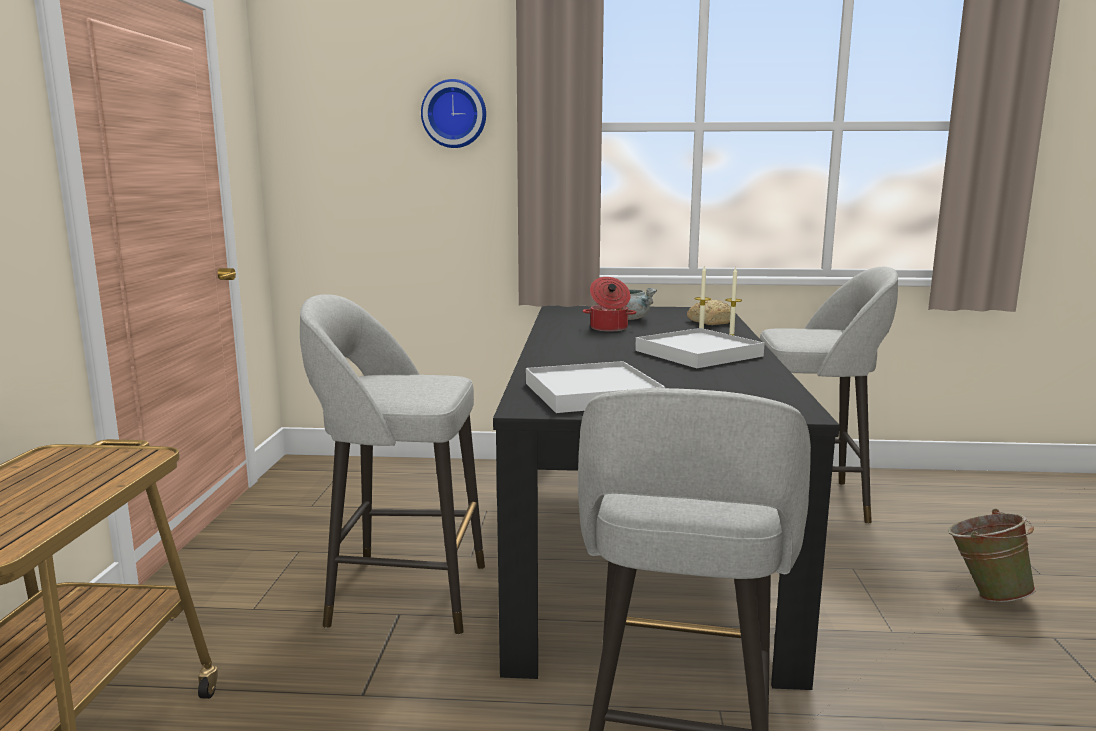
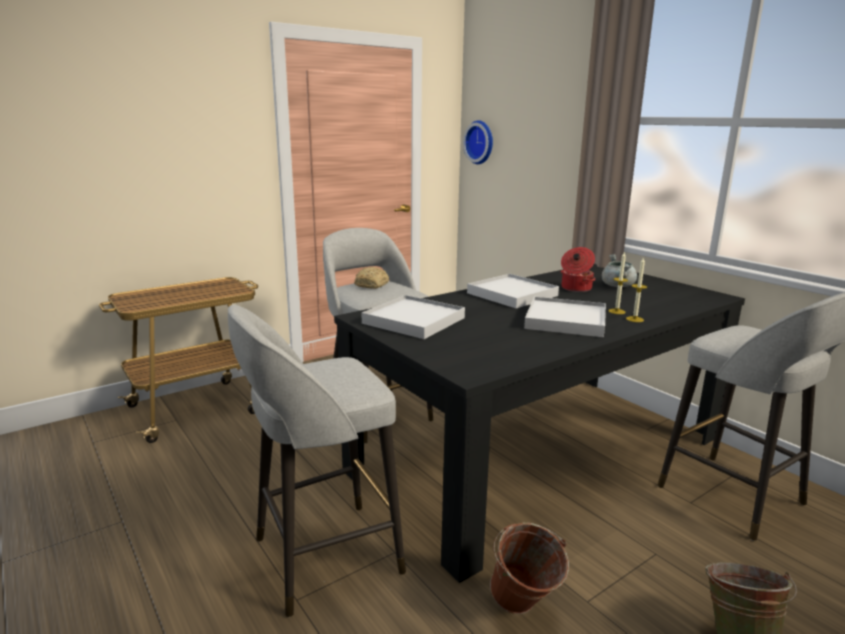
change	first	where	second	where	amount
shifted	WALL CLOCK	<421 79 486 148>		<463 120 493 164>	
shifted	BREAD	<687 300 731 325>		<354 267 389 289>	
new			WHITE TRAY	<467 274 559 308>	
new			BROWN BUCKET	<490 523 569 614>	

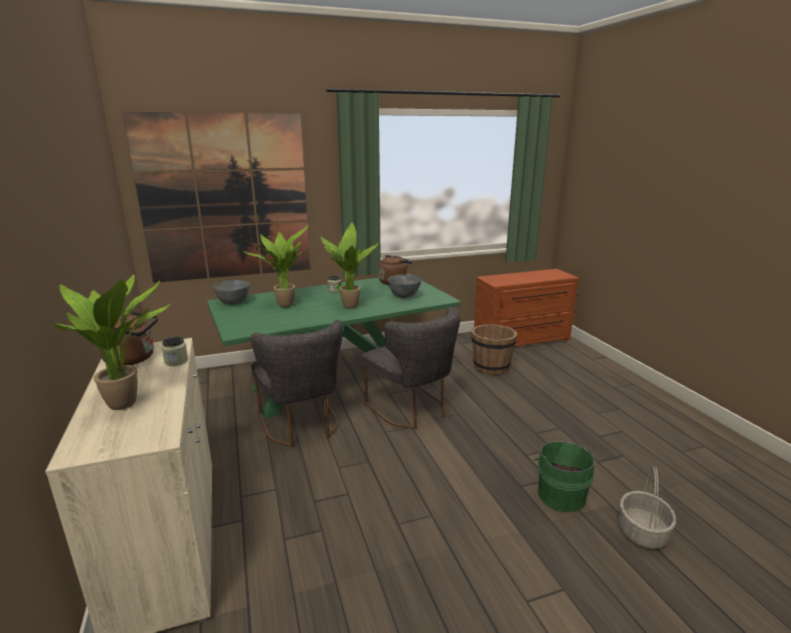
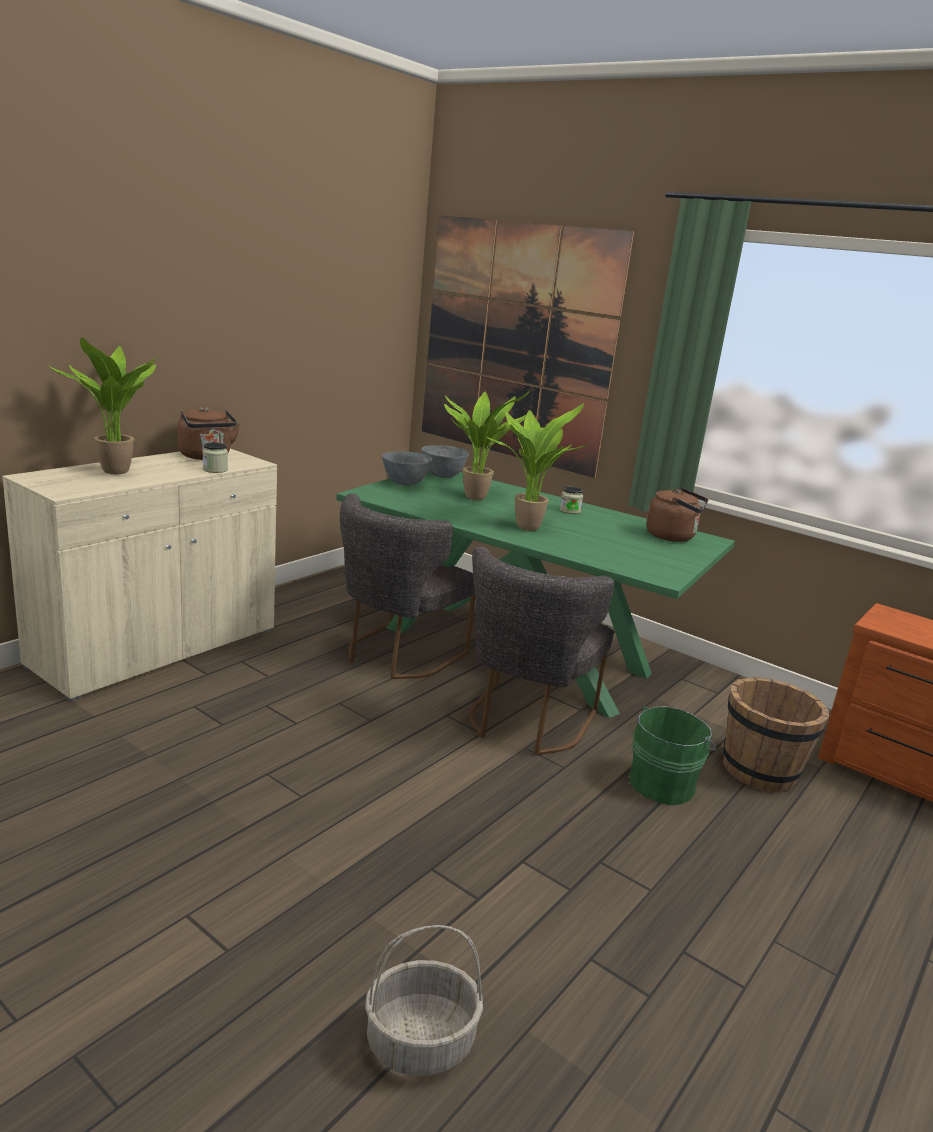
change	first	where	second	where	amount
shifted	GREY BOWL	<388 274 421 298>		<382 451 432 485>	
shifted	GREEN BUCKET	<534 441 594 512>		<629 706 717 805>	

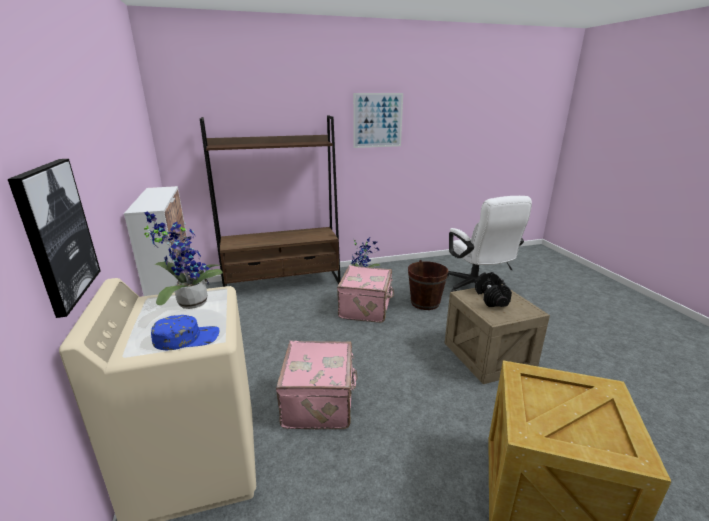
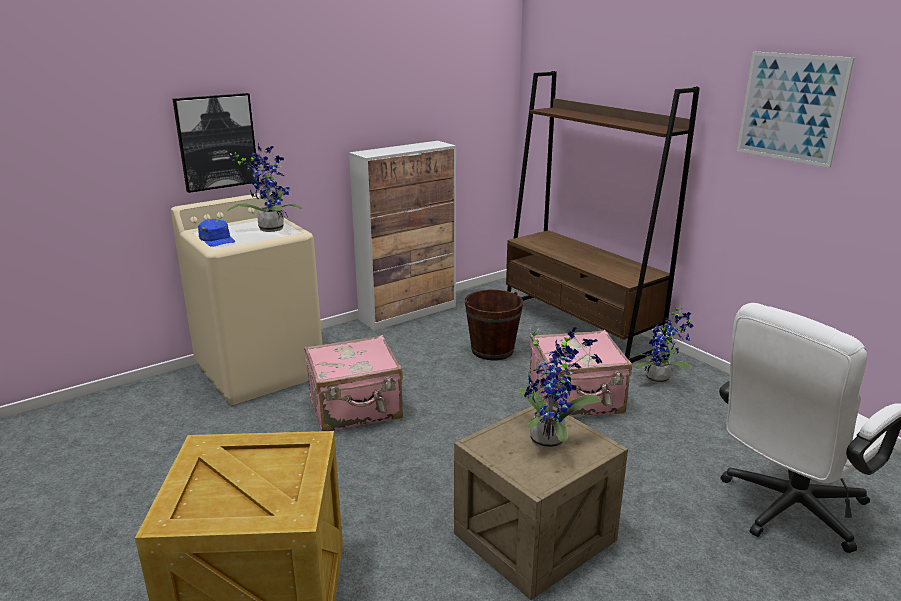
change	first	where	second	where	amount
shifted	BROWN BUCKET	<408 260 449 310>		<465 290 523 360>	
swapped	BLACK DUMBBELL	<475 272 512 307>	POTTED PLANT	<515 327 602 449>	

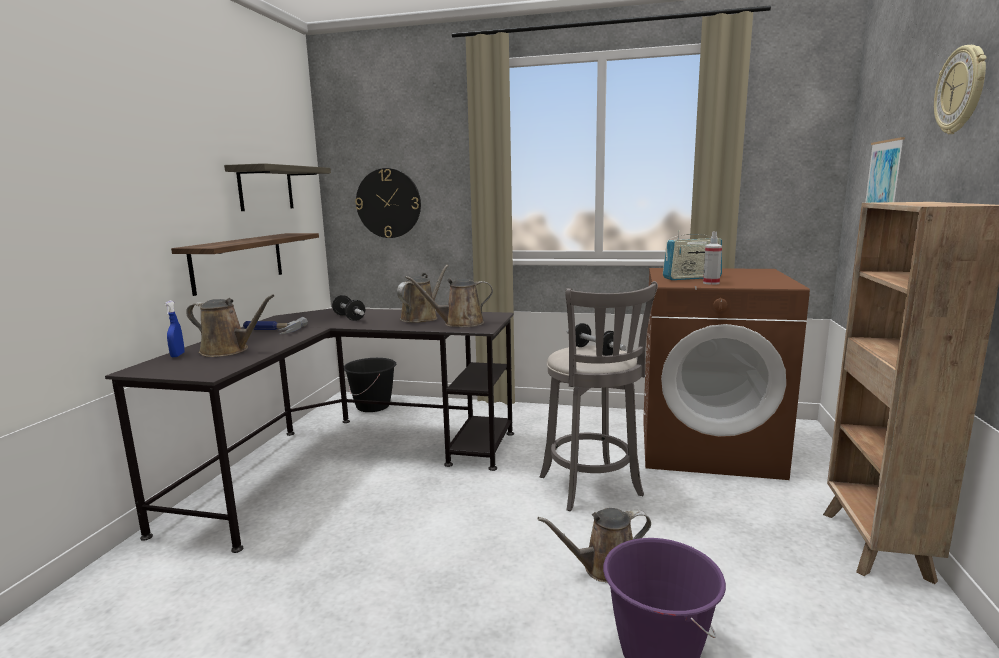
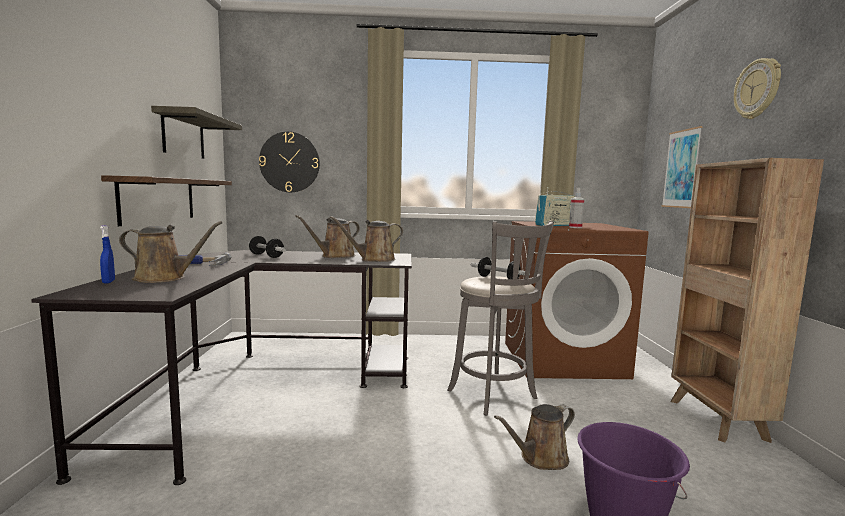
change	first	where	second	where	amount
rotated	BROWN WATERING CAN	<397 265 449 323>		<295 215 360 258>	150 degrees counterclockwise
gone	BLACK BUCKET	<344 358 396 412>			

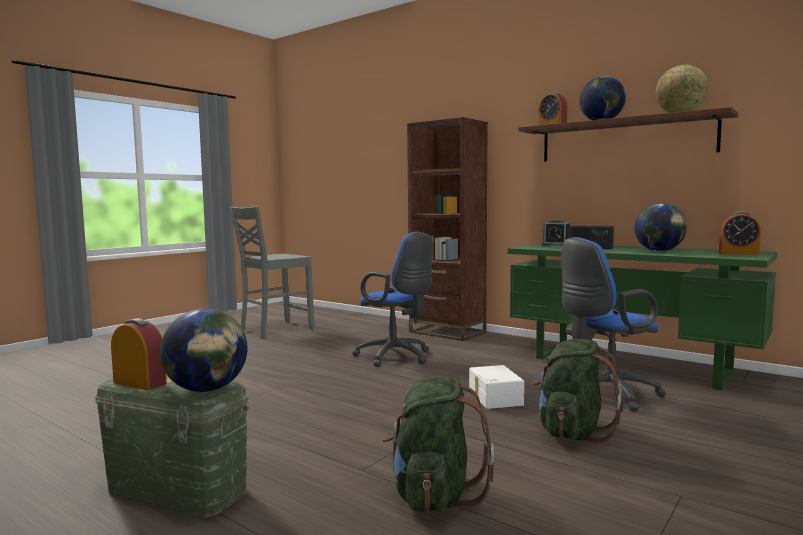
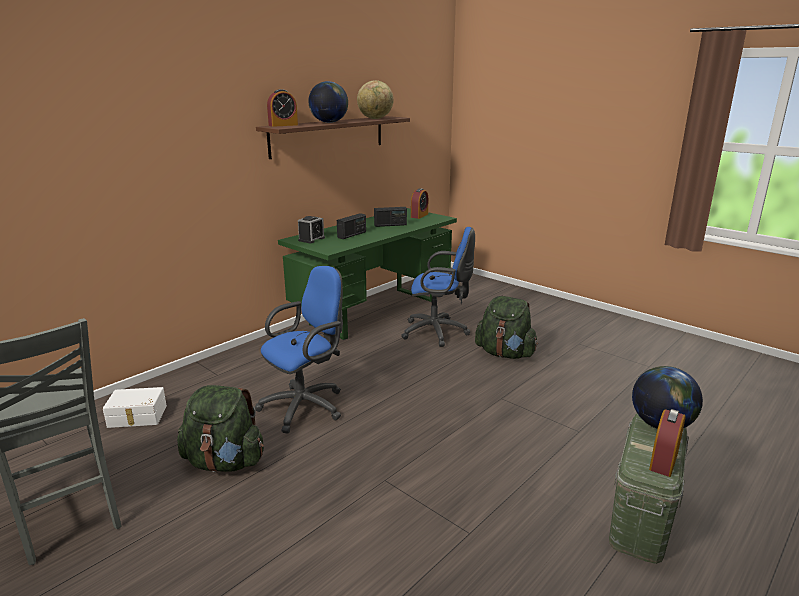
change	first	where	second	where	amount
gone	BROWN BOOKCASE	<407 117 488 341>			
swapped	GLOBE	<634 203 687 251>	RADIO	<374 207 407 227>	
rotated	BLUE OFFICE CHAIR	<561 237 666 411>		<401 227 475 347>	60 degrees counterclockwise
shifted	WHITE STORAGE BOX	<469 365 524 409>		<103 387 167 428>	
shifted	GREEN BACKPACK	<382 376 494 512>		<177 385 264 472>	

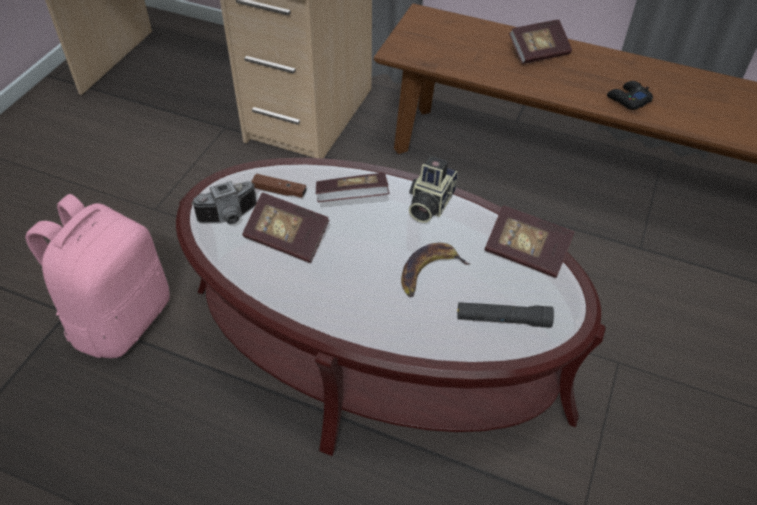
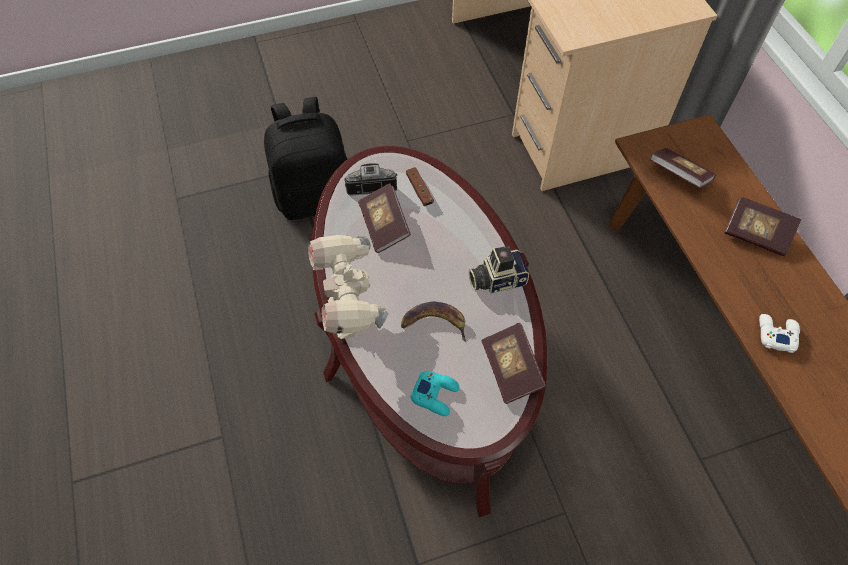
change	first	where	second	where	amount
repainted	BLACK GAME CONTROLLER	<607 81 653 110>	WHITE GAME CONTROLLER	<759 314 800 353>	
shifted	BOOK	<316 173 390 202>		<650 148 716 188>	
rotated	PHOTO CAMERA	<191 181 257 224>		<344 163 398 196>	150 degrees clockwise
repainted	PINK BACKPACK	<25 194 170 358>	BLACK BACKPACK	<264 97 347 220>	
swapped	BLACK FLASHLIGHT	<457 302 554 328>	TURQUOISE GAME CONTROLLER	<410 371 460 416>	
new			TOY ROBOT	<308 235 389 339>	

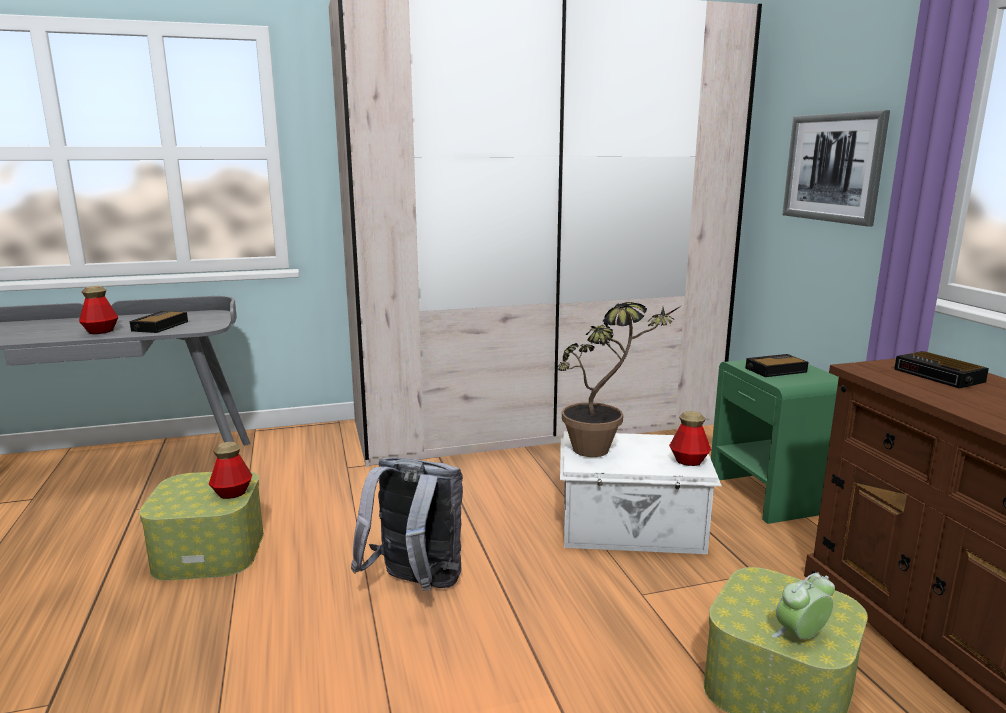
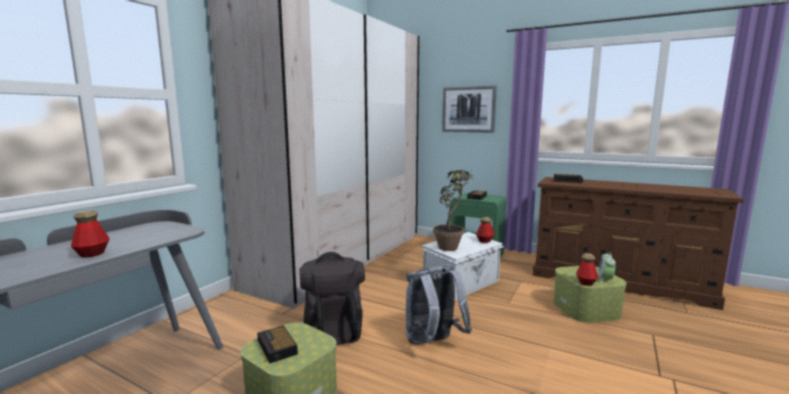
change	first	where	second	where	amount
shifted	ALARM CLOCK	<130 311 188 333>		<257 326 298 363>	
shifted	BOTTLE	<209 442 252 499>		<576 253 598 286>	
new			BLACK BACKPACK	<299 252 365 345>	

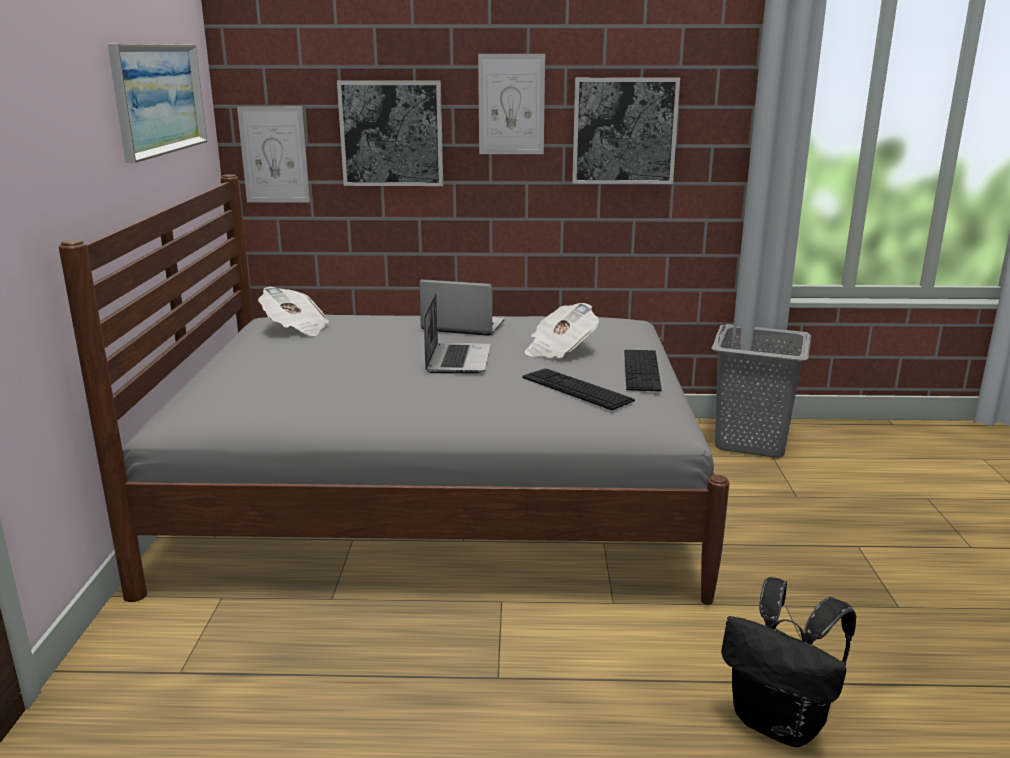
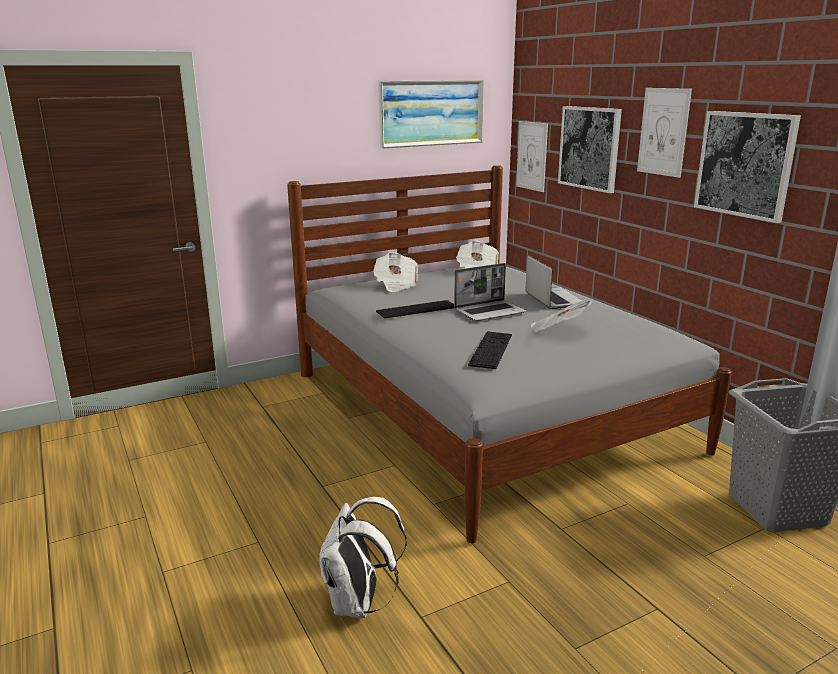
change	first	where	second	where	amount
shifted	KEYBOARD	<624 350 662 392>		<376 300 454 319>	
repainted	BLACK BACKPACK	<721 577 856 747>	WHITE BACKPACK	<319 497 407 618>	
new			NEWSPAPER	<373 252 418 292>	

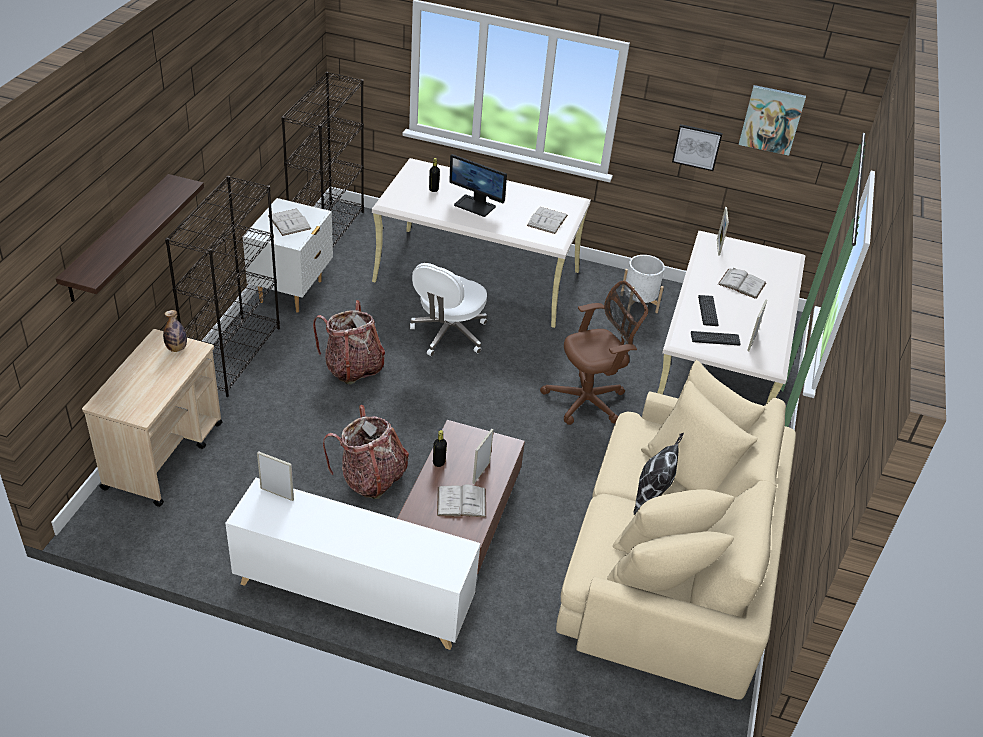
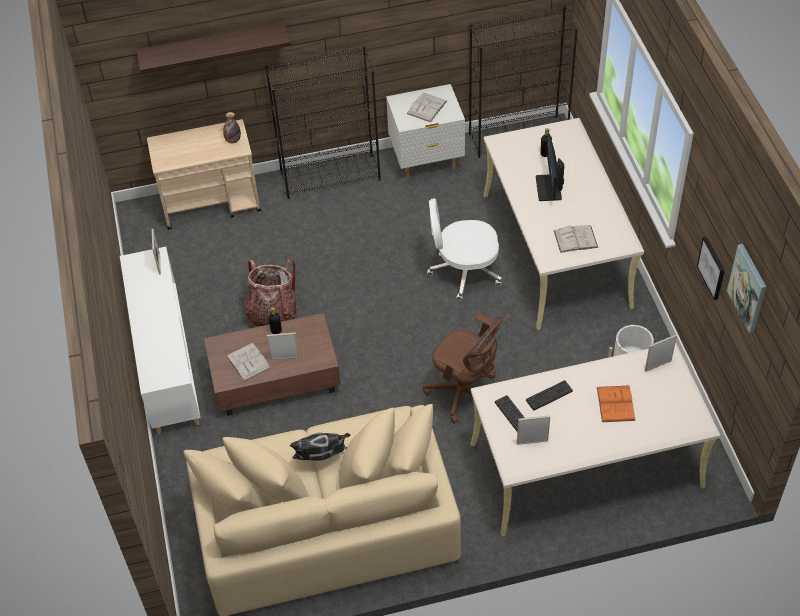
change	first	where	second	where	amount
repainted	WHITE BOOK	<718 268 766 299>	ORANGE BOOK	<597 386 635 422>	
gone	BACKPACK	<313 300 385 385>			

